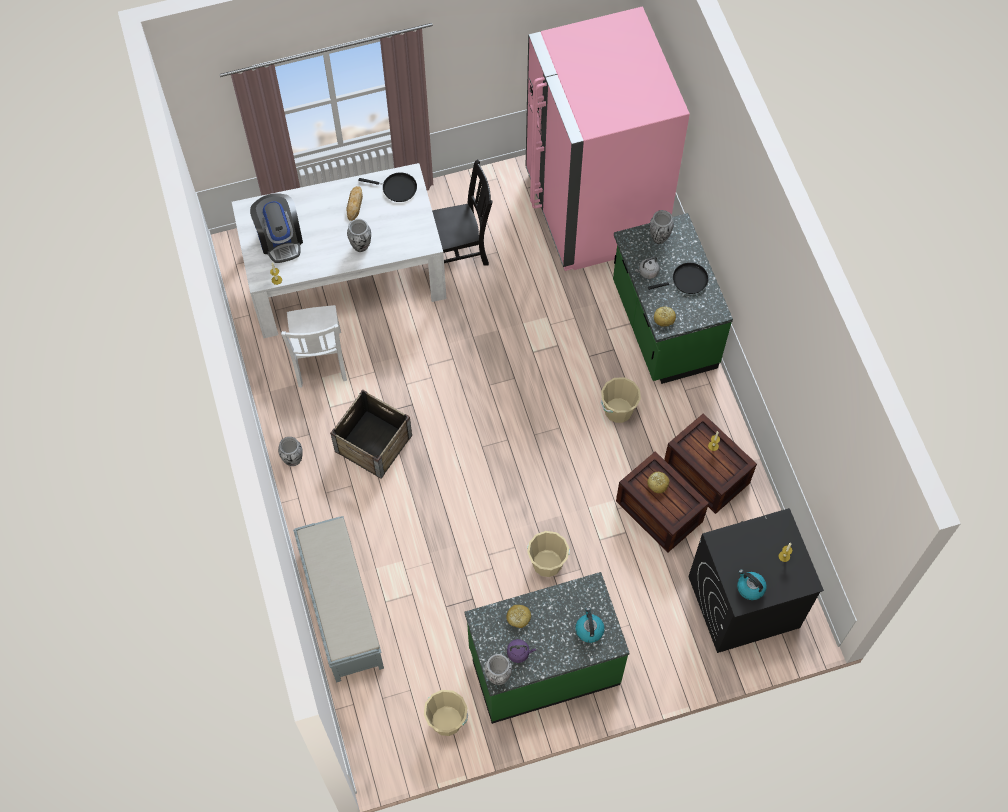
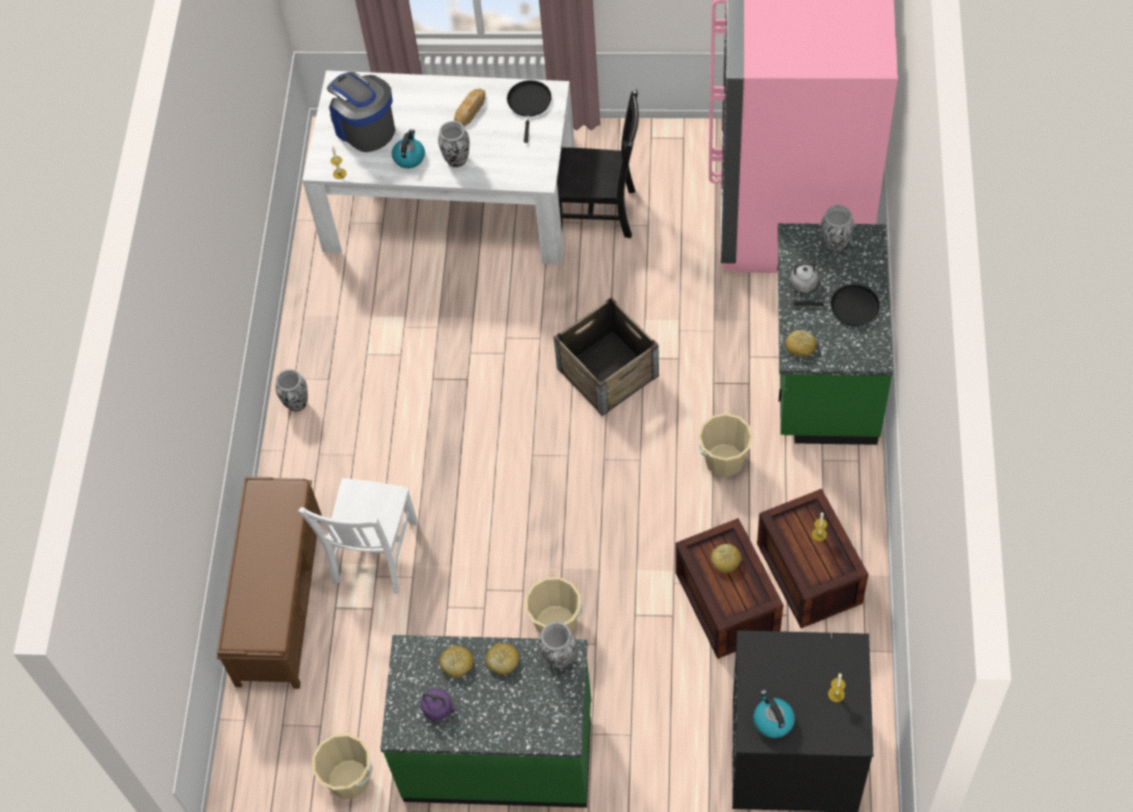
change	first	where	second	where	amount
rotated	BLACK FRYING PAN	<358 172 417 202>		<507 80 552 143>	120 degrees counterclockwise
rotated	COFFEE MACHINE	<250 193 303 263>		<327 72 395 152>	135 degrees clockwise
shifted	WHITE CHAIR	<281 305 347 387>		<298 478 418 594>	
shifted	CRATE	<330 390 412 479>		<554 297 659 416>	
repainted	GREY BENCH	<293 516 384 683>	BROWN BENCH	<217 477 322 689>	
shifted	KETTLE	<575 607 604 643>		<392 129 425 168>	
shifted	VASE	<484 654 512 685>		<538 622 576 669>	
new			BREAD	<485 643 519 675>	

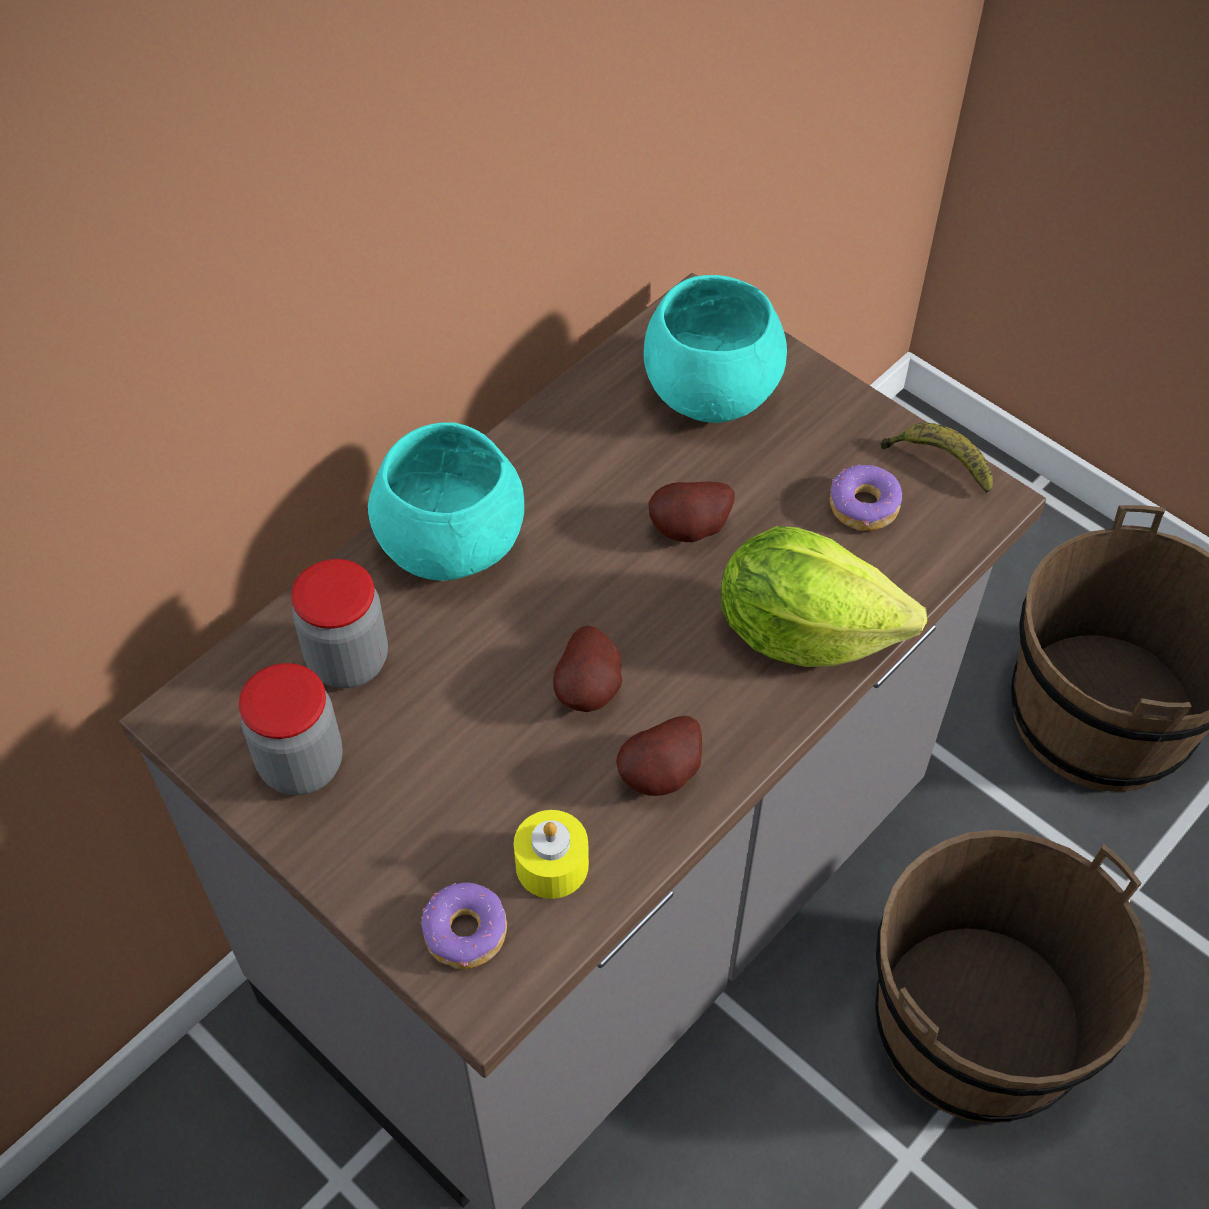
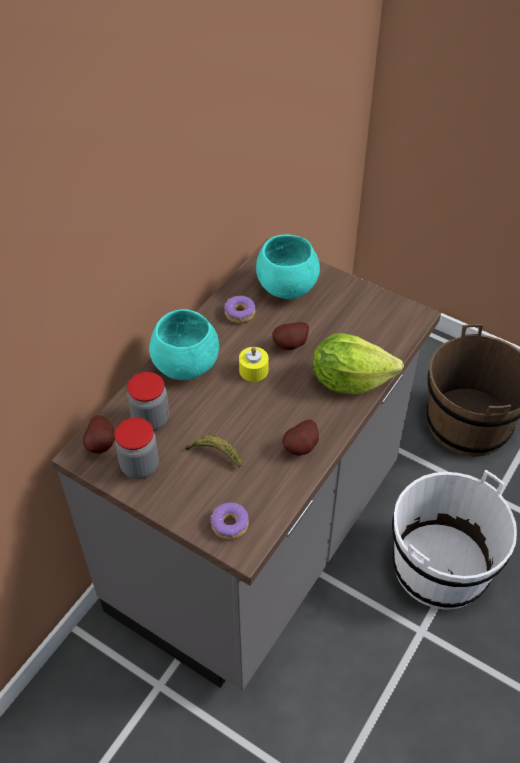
change	first	where	second	where	amount
shifted	BANANA	<880 423 993 493>		<185 435 242 467>	
shifted	DONUT	<830 465 902 531>		<224 295 255 323>	
shifted	POTATO	<553 626 622 712>		<83 415 115 454>	
shifted	YELLOW CANDLE	<514 810 589 899>		<239 346 269 382>	
repainted	BROWN BUCKET	<875 830 1151 1123>	WHITE BUCKET	<392 470 517 610>	

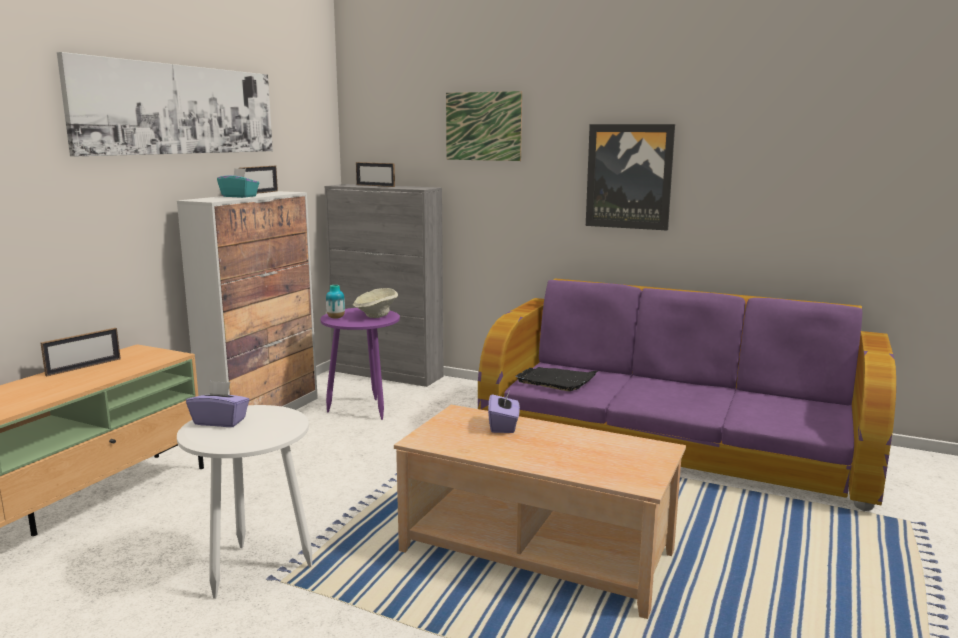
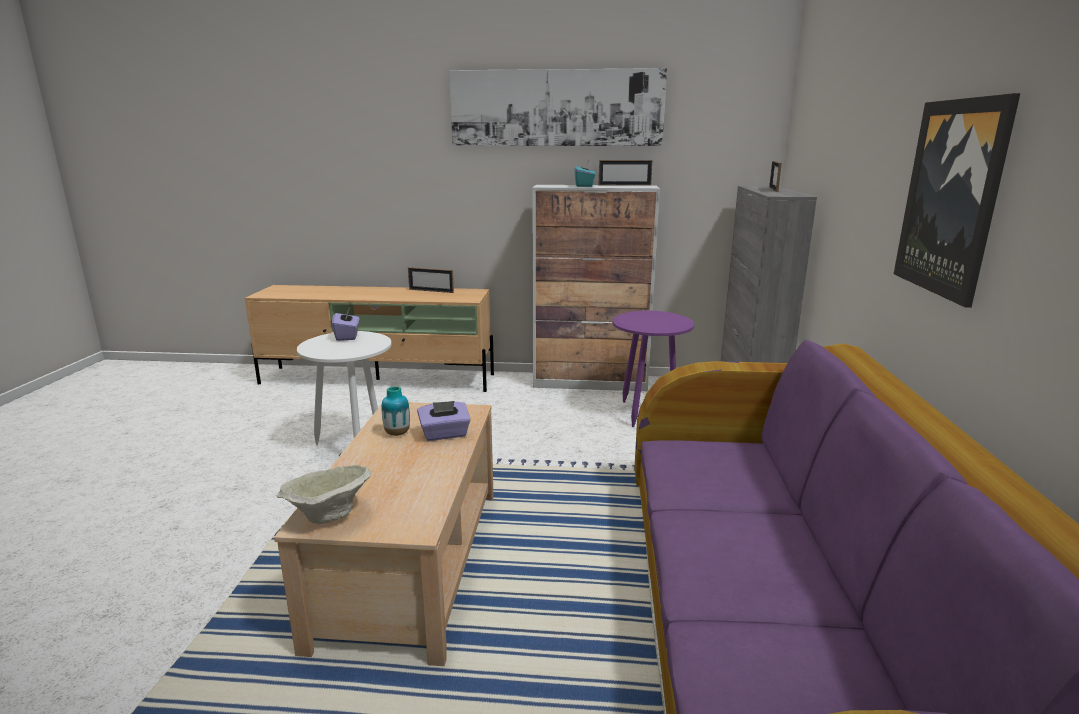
change	first	where	second	where	amount
gone	PICTURE	<446 91 522 161>			
shifted	VASE	<326 285 345 319>		<382 386 410 436>	
shifted	BEIGE BOWL	<353 288 398 318>		<276 465 371 524>	
gone	BLACK TRAY	<516 367 598 391>			

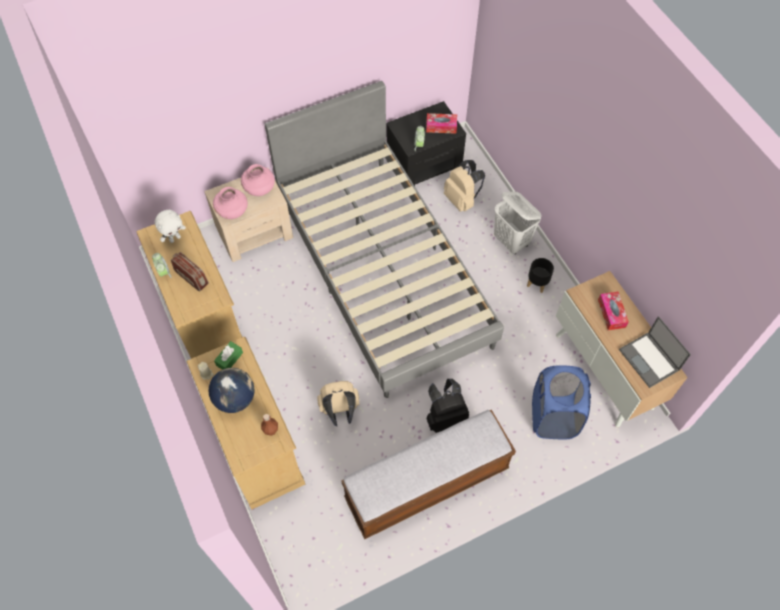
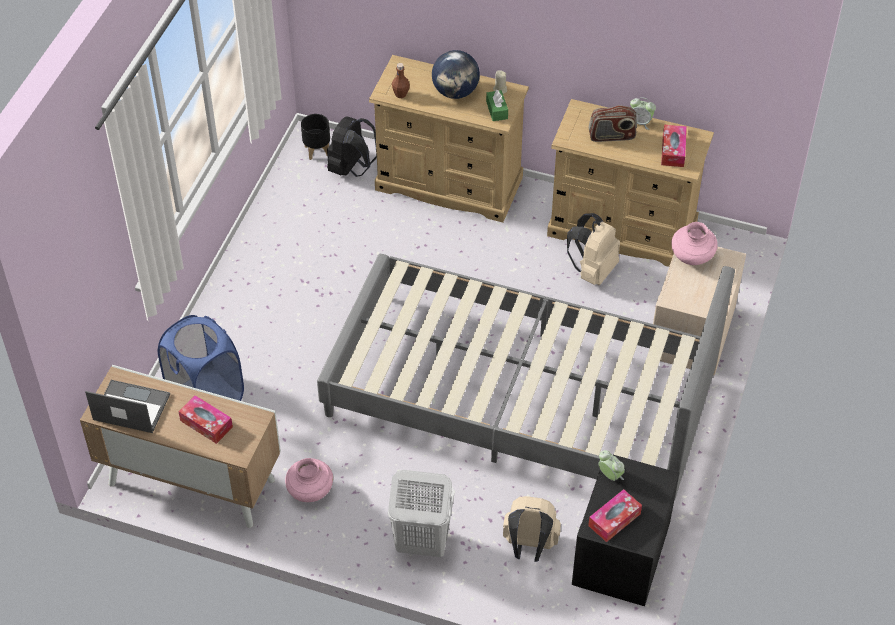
change	first	where	second	where	amount
shifted	PINK VASE	<241 164 275 196>		<285 458 333 502>	
swapped	WHITE PLUSH TOY	<155 210 186 243>	TISSUE BOX	<661 125 687 167>	
shifted	BLACK PLANTER	<527 258 554 293>		<301 114 330 160>	
shifted	BLACK BACKPACK	<427 379 469 433>		<327 116 377 177>	
shifted	BEIGE BACKPACK	<317 381 360 426>		<567 213 620 285>	
gone	BENCH	<341 410 516 539>			

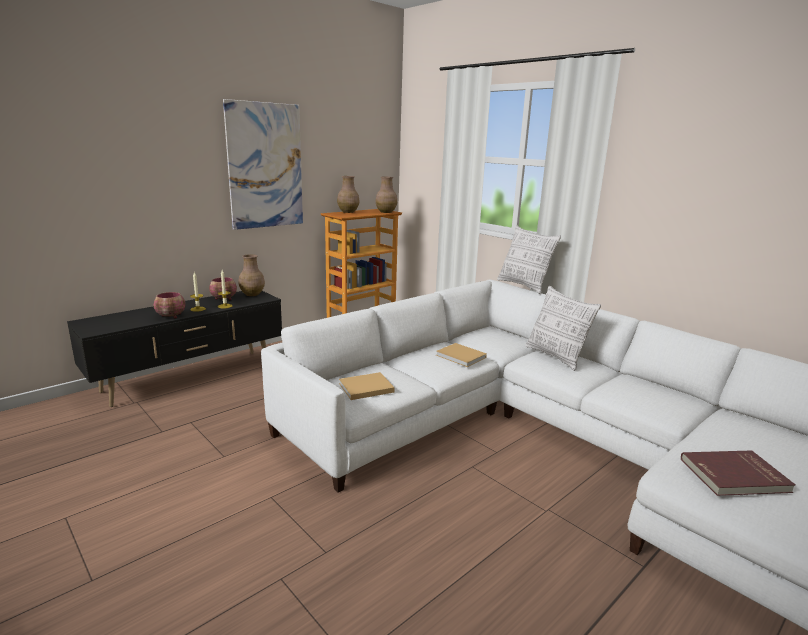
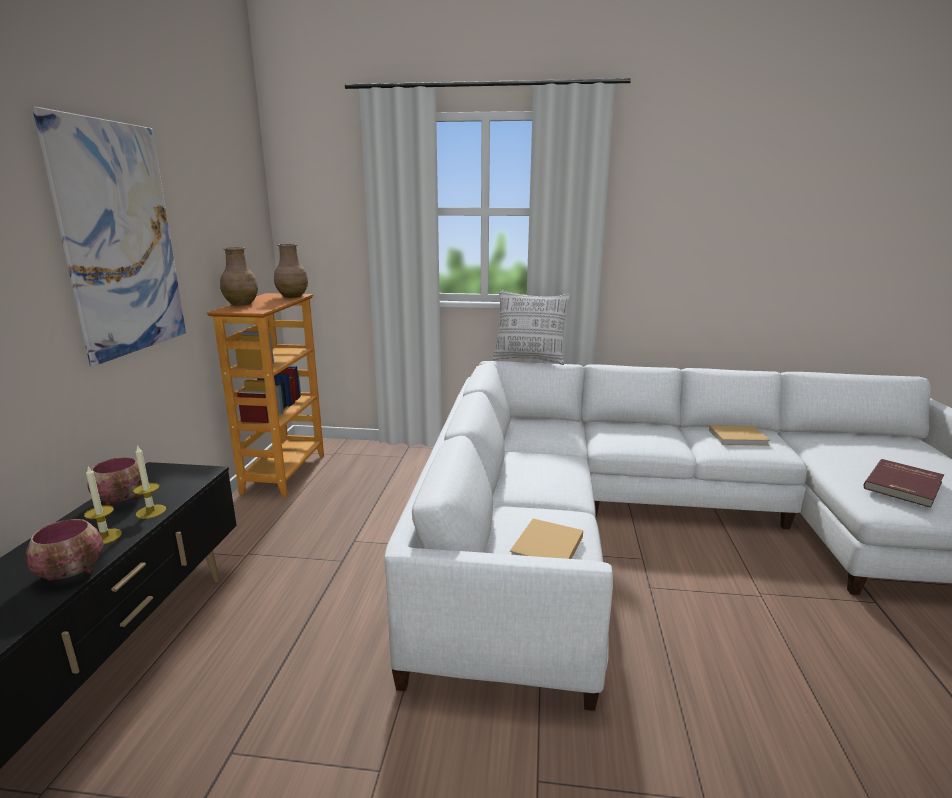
change	first	where	second	where	amount
gone	BROWN VASE	<239 254 265 296>			
gone	PILLOW	<525 286 601 371>			
shifted	BEIGE BOOK	<436 343 487 367>		<709 425 770 446>	

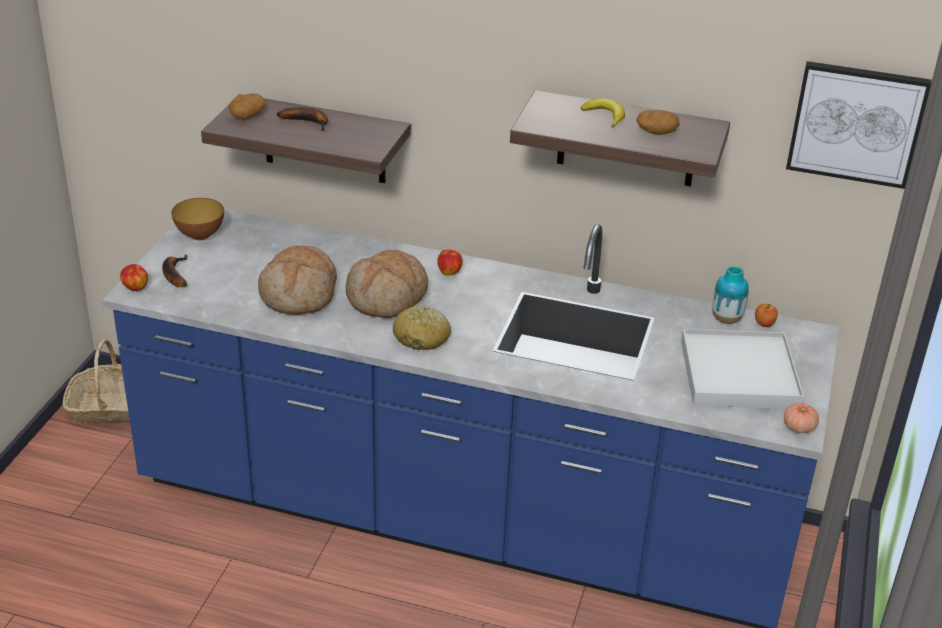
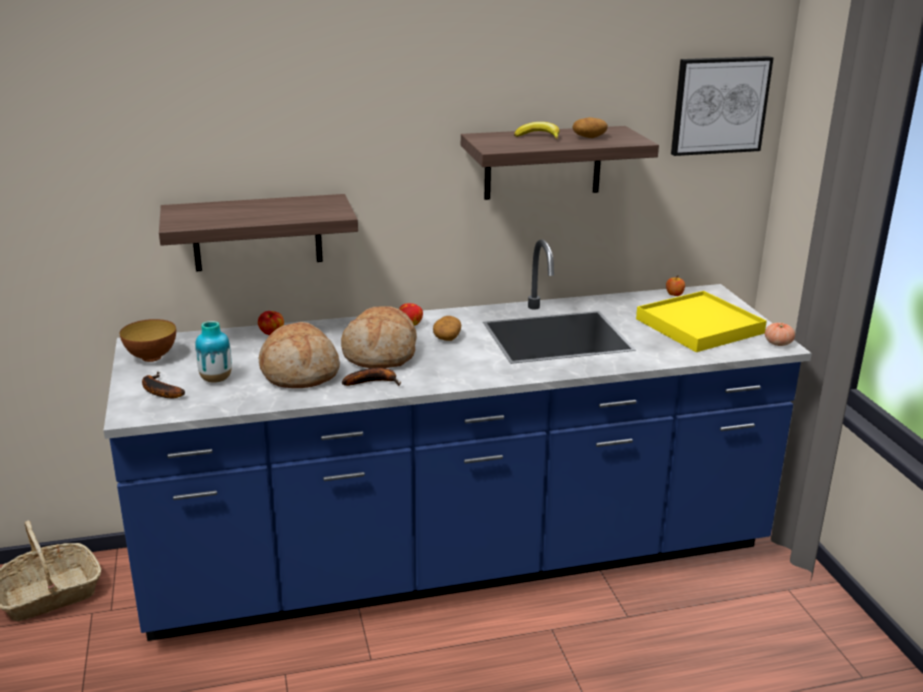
change	first	where	second	where	amount
shifted	POTATO	<229 93 266 120>		<433 316 461 341>	
shifted	BANANA	<277 107 328 131>		<342 368 401 386>	
shifted	APPLE	<120 264 148 291>		<258 311 284 335>	
shifted	VASE	<712 266 749 324>		<195 321 232 383>	
gone	BREAD	<393 306 451 350>			
repainted	WHITE TRAY	<681 329 804 409>	YELLOW TRAY	<636 291 767 352>	

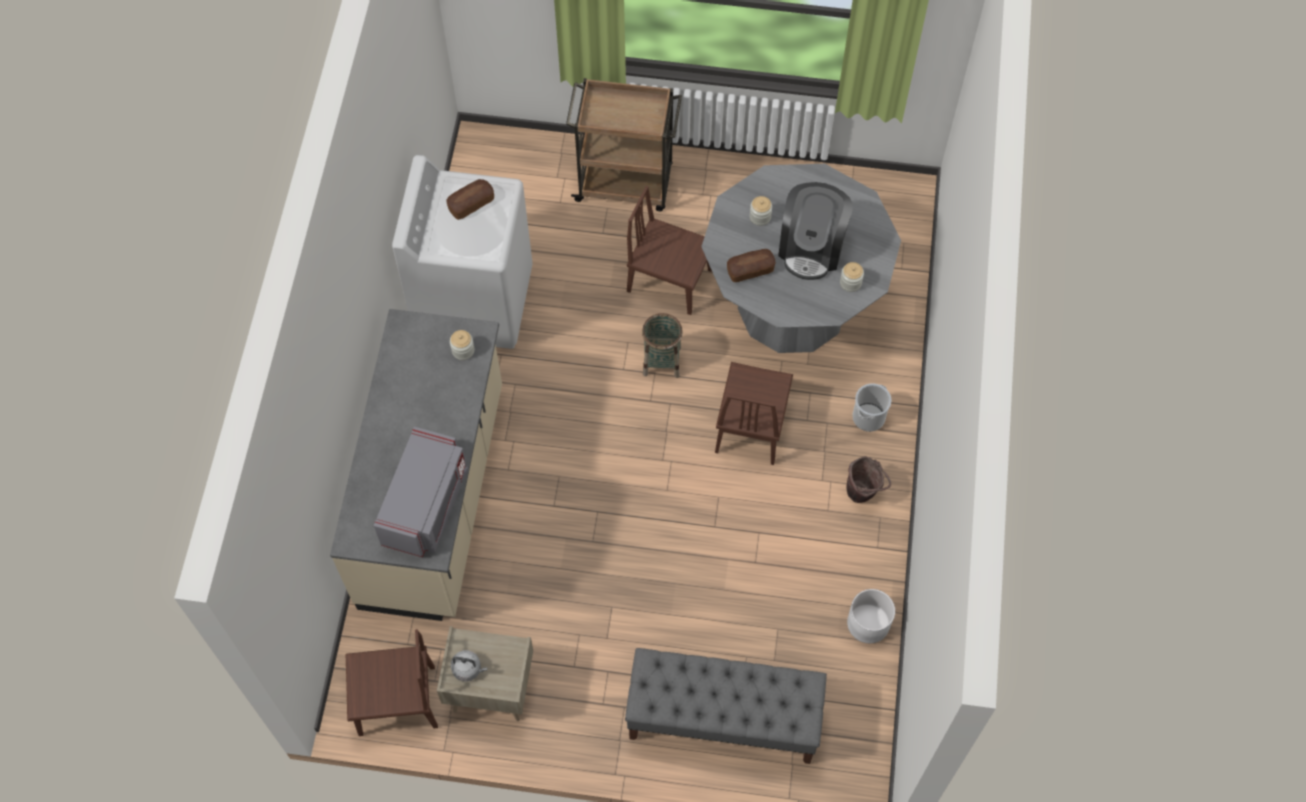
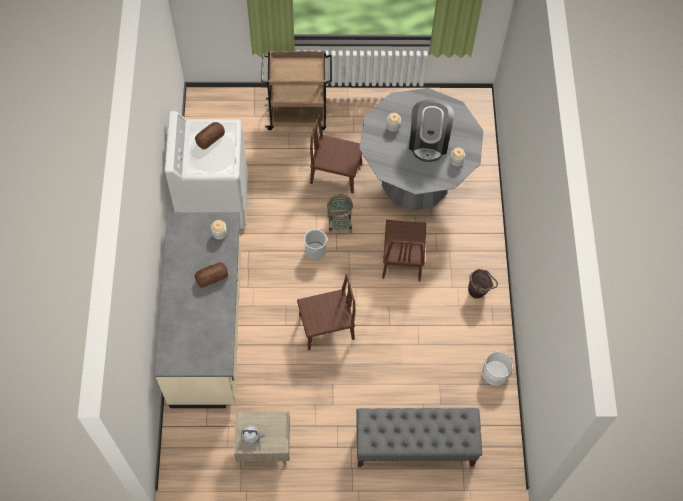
change	first	where	second	where	amount
shifted	BREAD	<727 249 775 282>		<194 262 228 288>	
shifted	BUCKET	<852 383 891 432>		<304 229 327 260>	
gone	GREY MICROWAVE	<374 427 469 557>			
shifted	BROWN CHAIR	<345 629 438 736>		<297 274 356 350>	

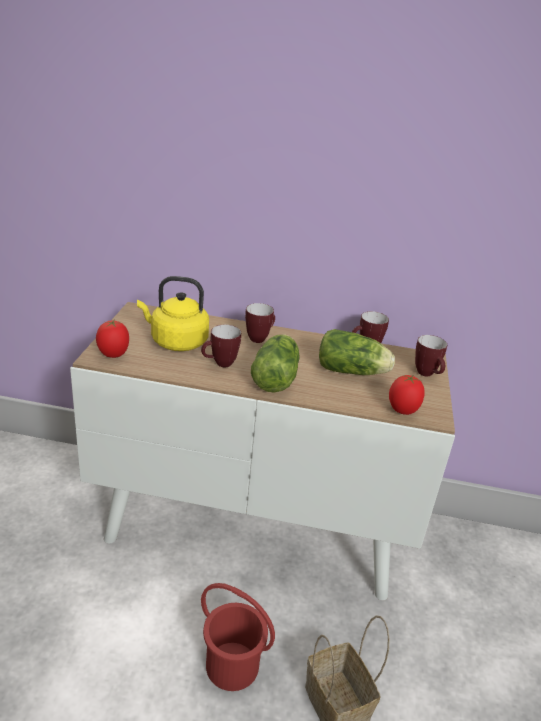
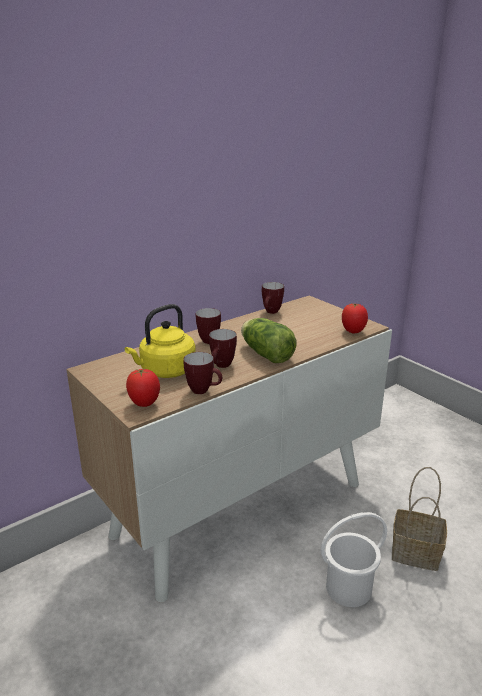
change	first	where	second	where	amount
gone	LETTUCE	<319 329 395 375>			
shifted	MUG	<415 335 447 376>		<184 352 222 394>	
repainted	RED BUCKET	<201 583 275 691>	WHITE BUCKET	<321 512 387 607>	

